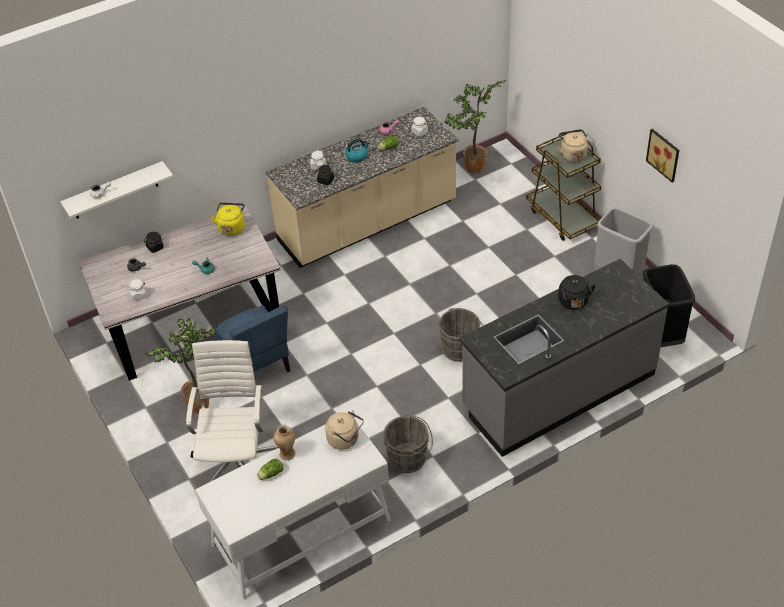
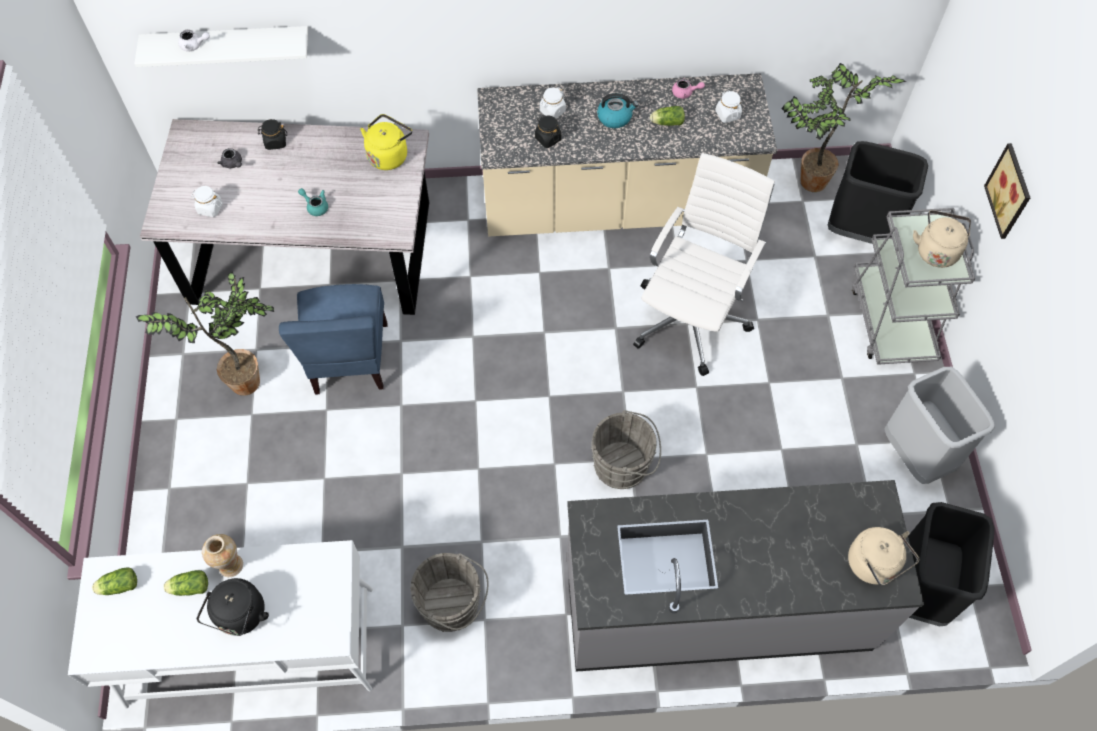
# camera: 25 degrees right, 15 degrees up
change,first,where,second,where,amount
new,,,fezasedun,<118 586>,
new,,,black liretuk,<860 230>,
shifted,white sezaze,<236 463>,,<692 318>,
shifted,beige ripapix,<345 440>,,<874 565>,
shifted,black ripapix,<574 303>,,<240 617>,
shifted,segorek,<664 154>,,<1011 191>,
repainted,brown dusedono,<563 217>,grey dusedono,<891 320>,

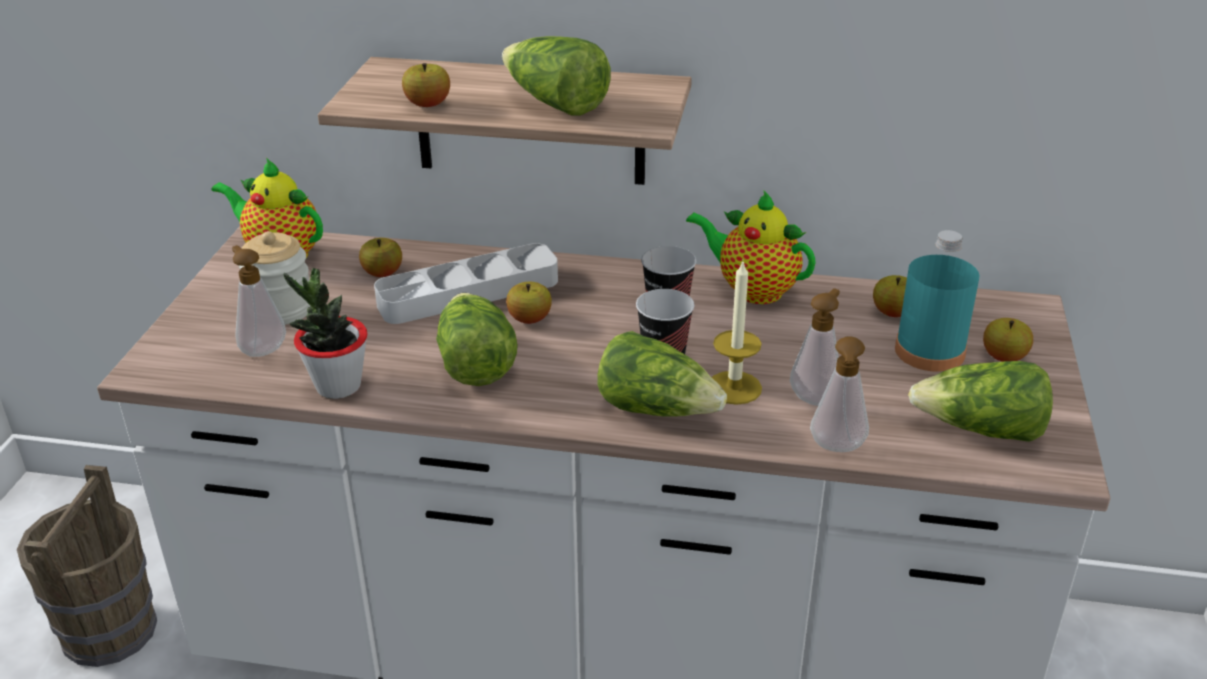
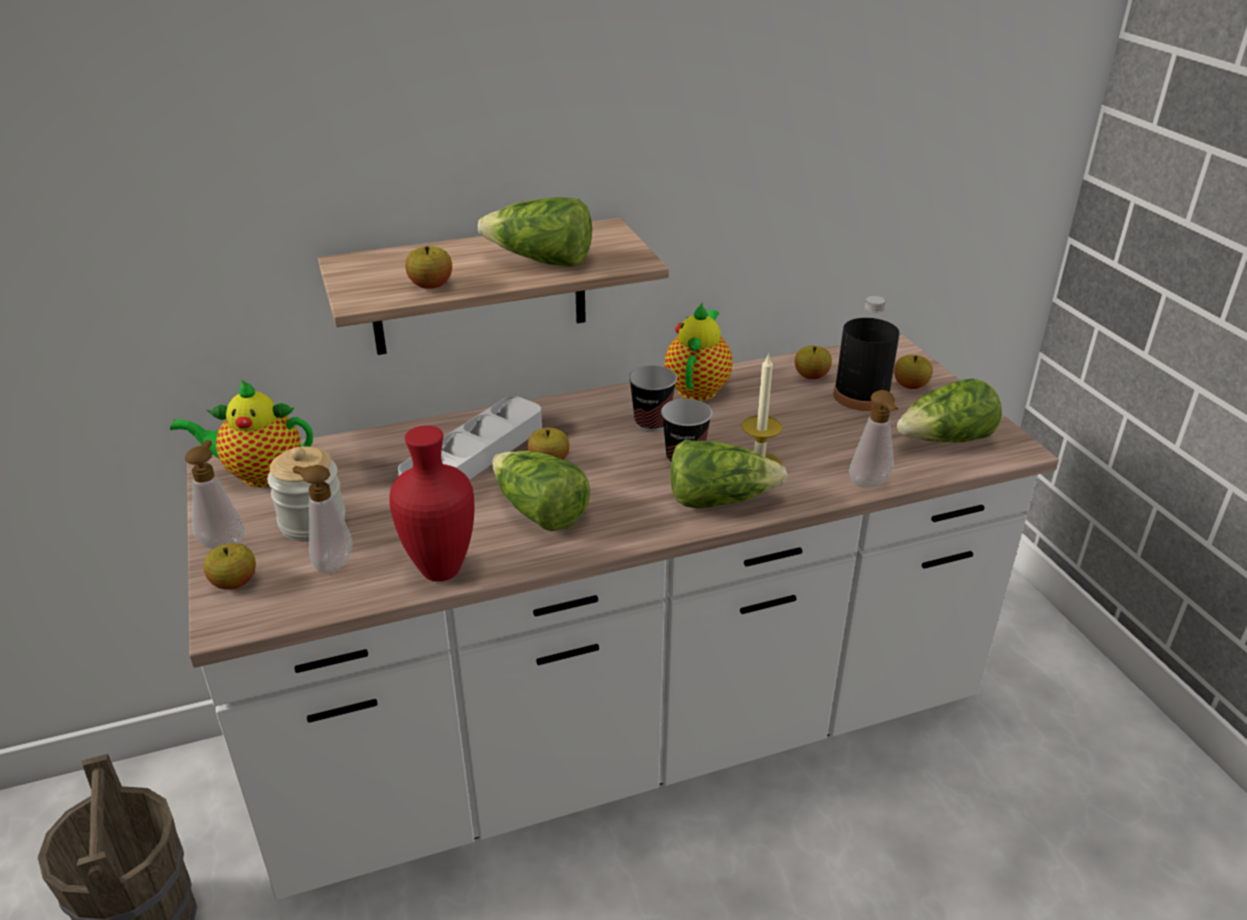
# camera: 30 degrees left, 0 degrees up
change,first,where,second,where,amount
shifted,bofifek,<382 273>,,<234 583>,
shifted,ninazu,<815 397>,,<224 542>,
swapped,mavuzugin,<338 386>,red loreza,<438 571>,
repainted,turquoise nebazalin,<929 351>,black nebazalin,<861 396>,
rotated,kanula,<752 290>,,<698 388>,105 degrees clockwise

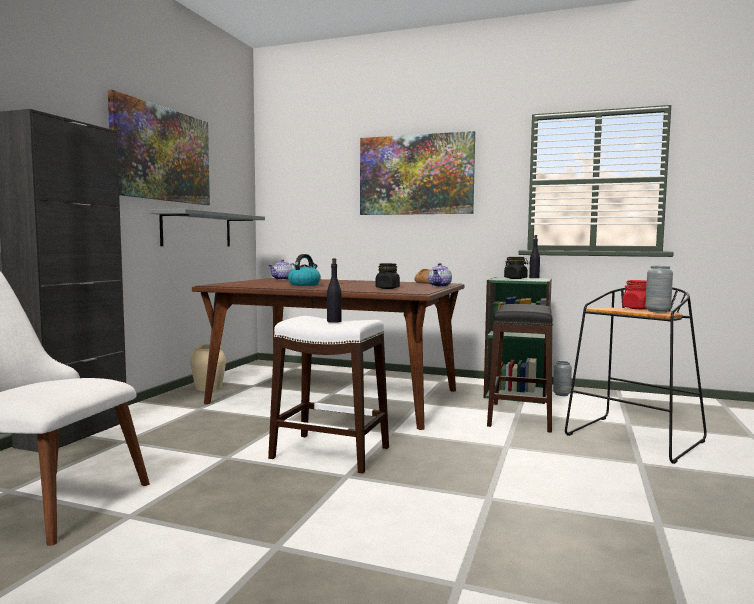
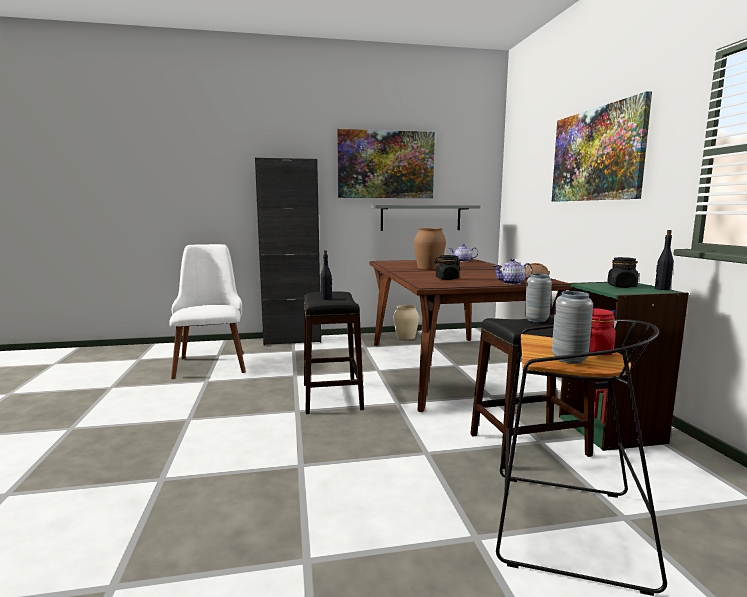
# camera: 60 degrees right, 5 degrees up
change,first,where,second,where,amount
shifted,grey loreza,<561 394>,,<536 320>,
swapped,ripapix,<304 284>,brown loreza,<429 267>,
repainted,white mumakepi,<330 453>,black mumakepi,<331 396>,

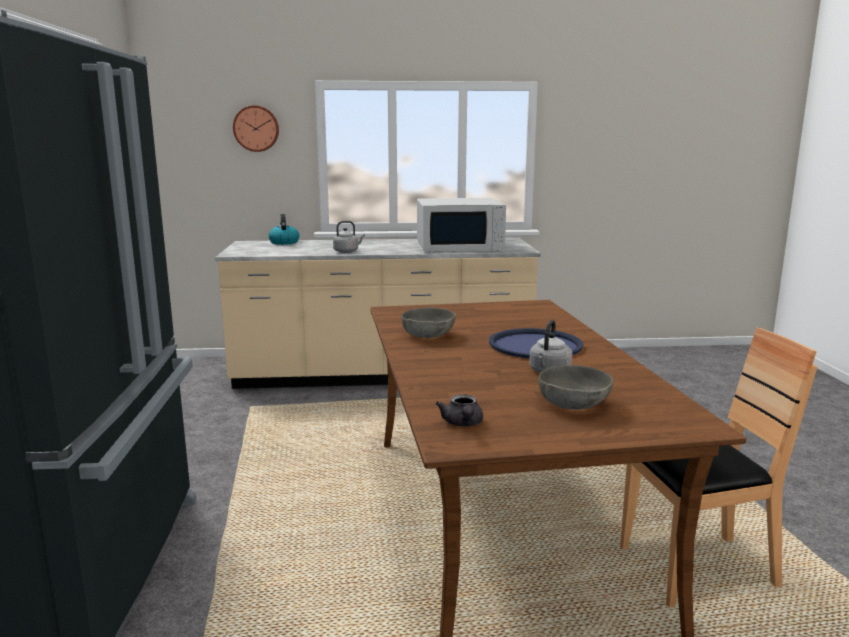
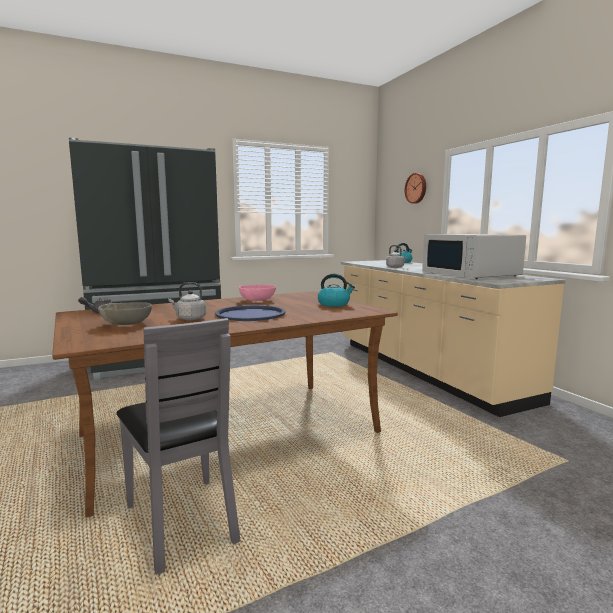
# camera: 70 degrees right, 5 degrees down
change,first,where,second,where,amount
new,,,ripapix,<334 304>,
repainted,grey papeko,<429 335>,pink papeko,<257 300>,
repainted,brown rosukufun,<696 569>,grey rosukufun,<182 521>,

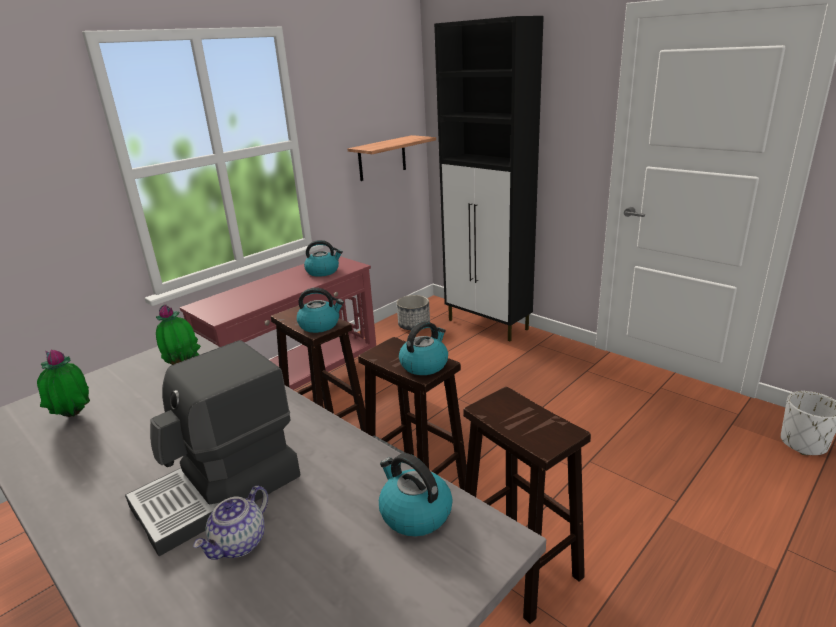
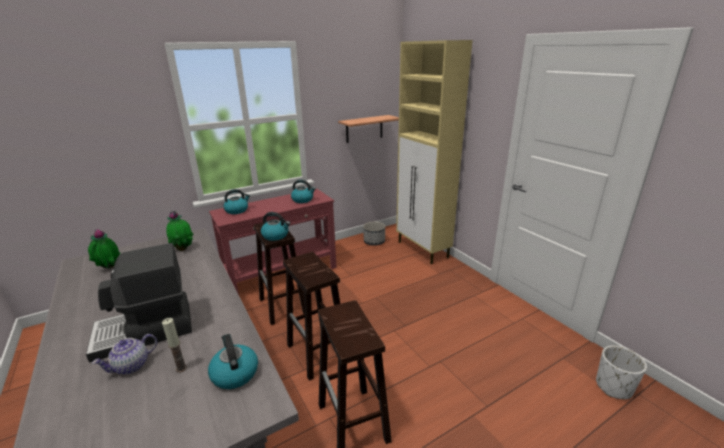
# camera: 15 degrees right, 0 degrees up
change,first,where,second,where,amount
new,,,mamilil,<181 368>,
shifted,ripapix,<424 364>,,<237 210>,
repainted,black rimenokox,<488 325>,beige rimenokox,<423 250>,

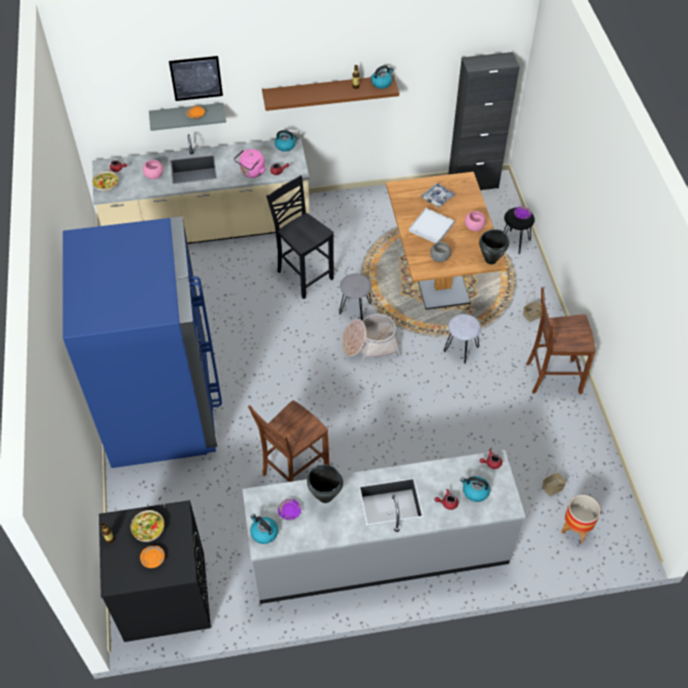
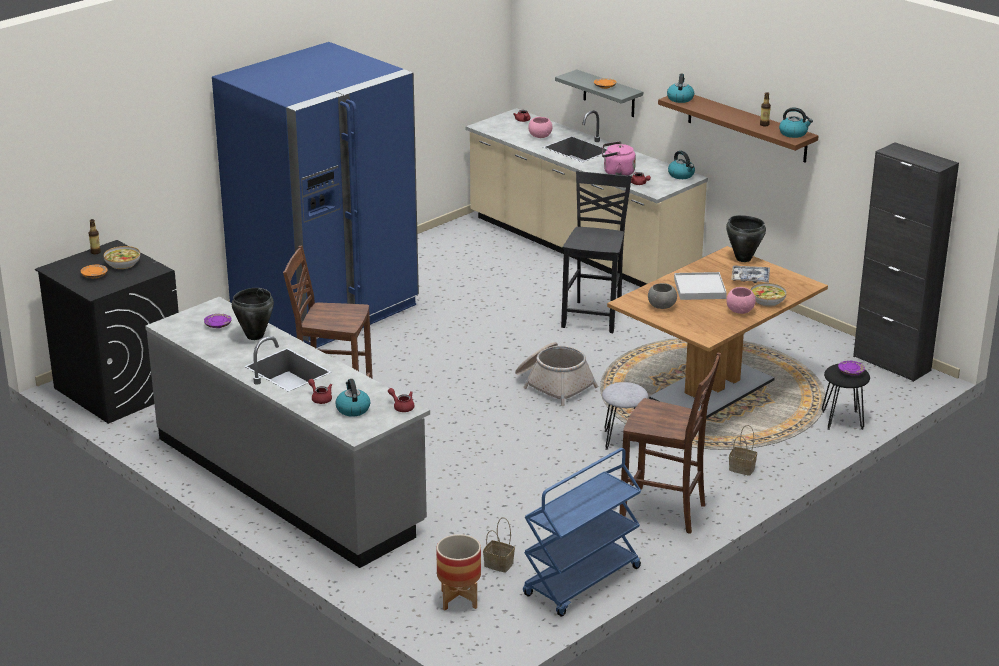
# camera: 55 degrees right, 25 degrees down
change,first,where,second,where,amount
gone,segorek,<196 78>,,,
gone,grey mumakepi,<355 308>,,,
new,,,blue dusedono,<582 582>,
shifted,papeko,<106 185>,,<767 300>,
shifted,ripapix,<264 533>,,<680 98>,
shifted,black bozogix,<490 260>,,<743 258>,
rotated,brown rosukufun,<551 377>,,<665 512>,150 degrees clockwise

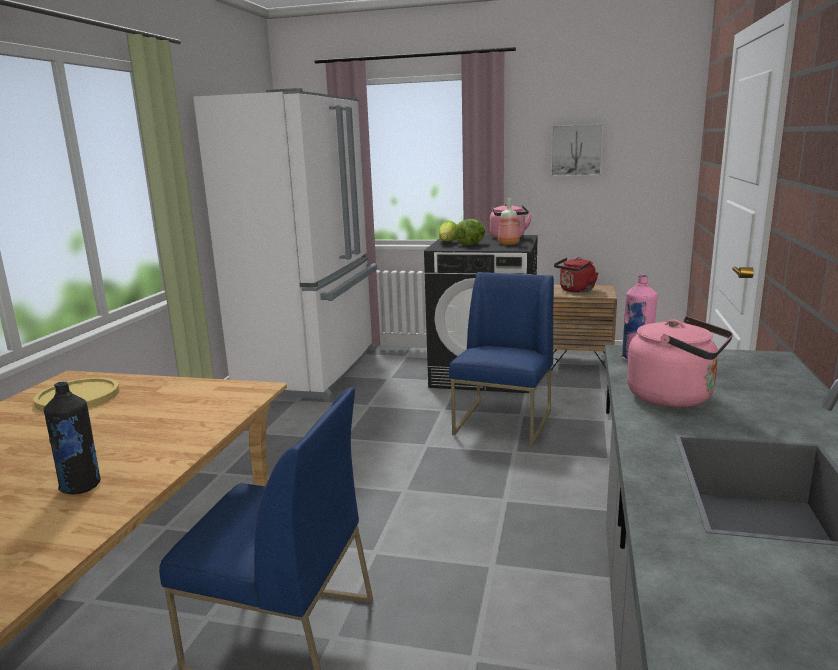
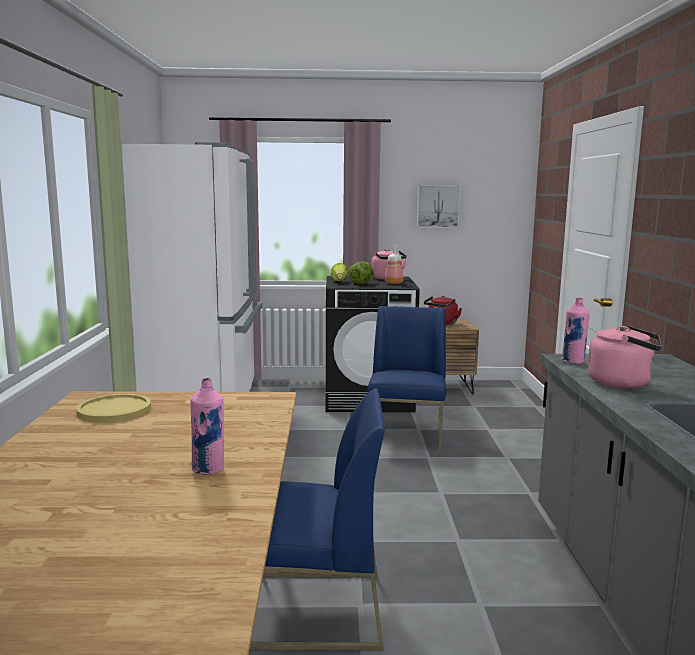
# camera: 15 degrees left, 5 degrees down
change,first,where,second,where,amount
repainted,black nebazalin,<81 486>,pink nebazalin,<208 470>,

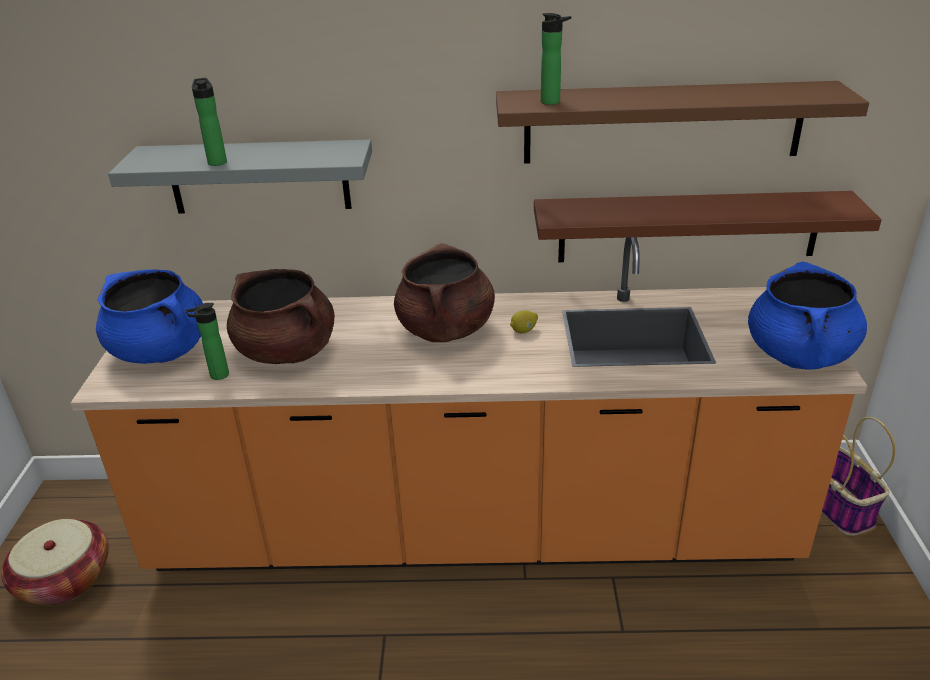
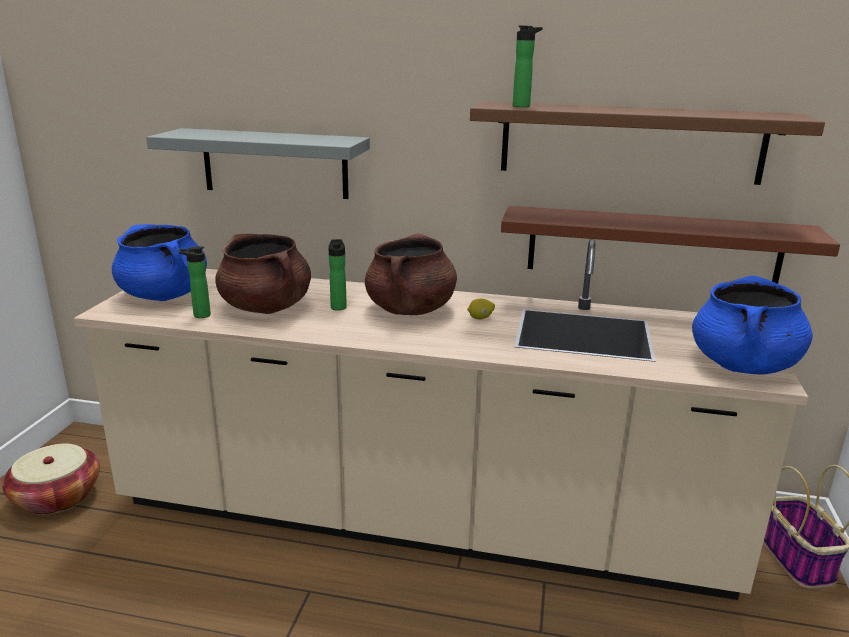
# camera: 10 degrees right, 10 degrees down
change,first,where,second,where,amount
shifted,nebazalin,<217 161>,,<338 306>,
repainted,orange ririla,<472 531>,beige ririla,<420 519>,

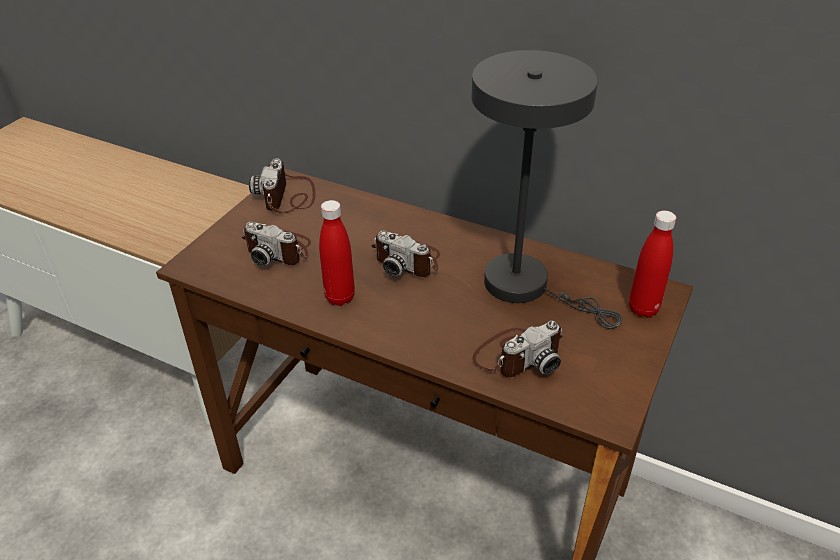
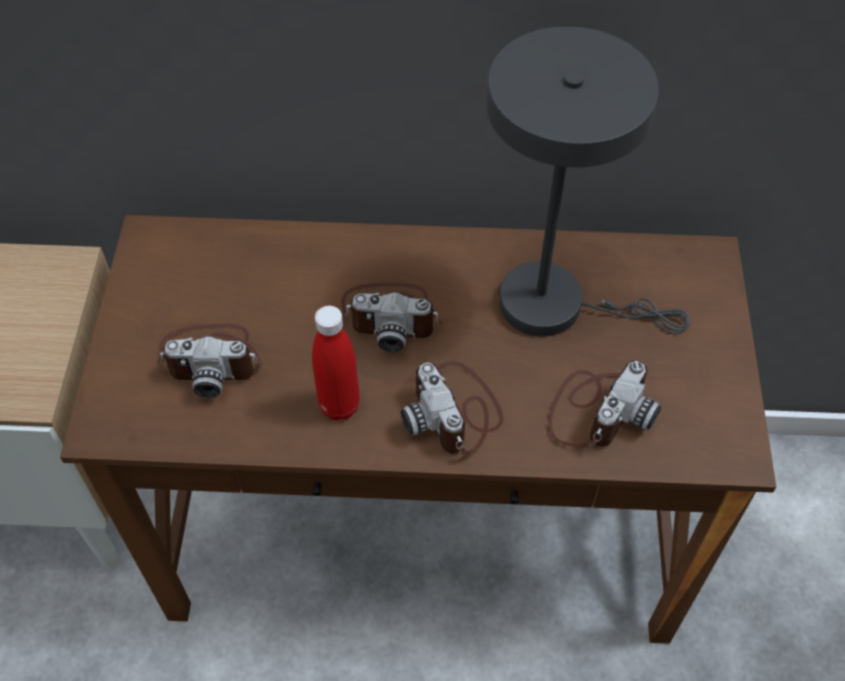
# camera: 25 degrees left, 15 degrees up
change,first,where,second,where,amount
gone,red nebazalin,<643 309>,,,
shifted,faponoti,<288 197>,,<455 411>,

